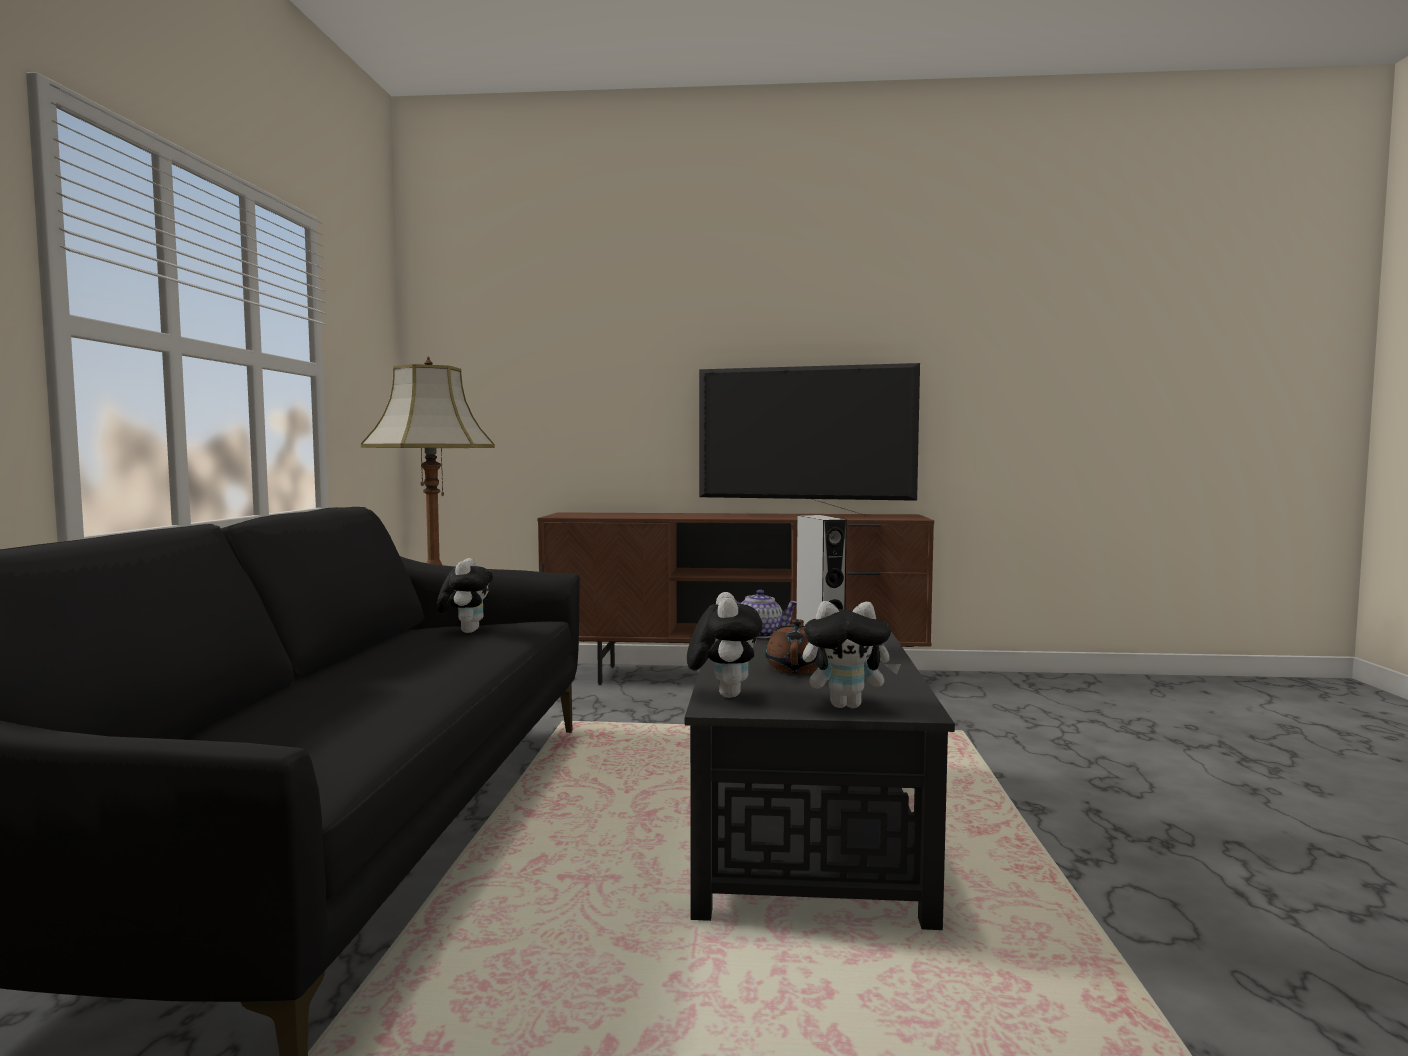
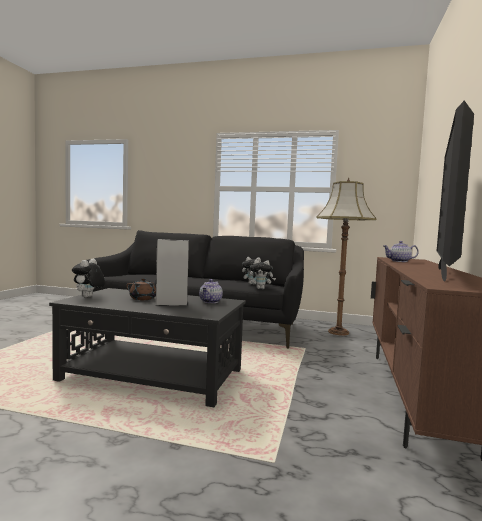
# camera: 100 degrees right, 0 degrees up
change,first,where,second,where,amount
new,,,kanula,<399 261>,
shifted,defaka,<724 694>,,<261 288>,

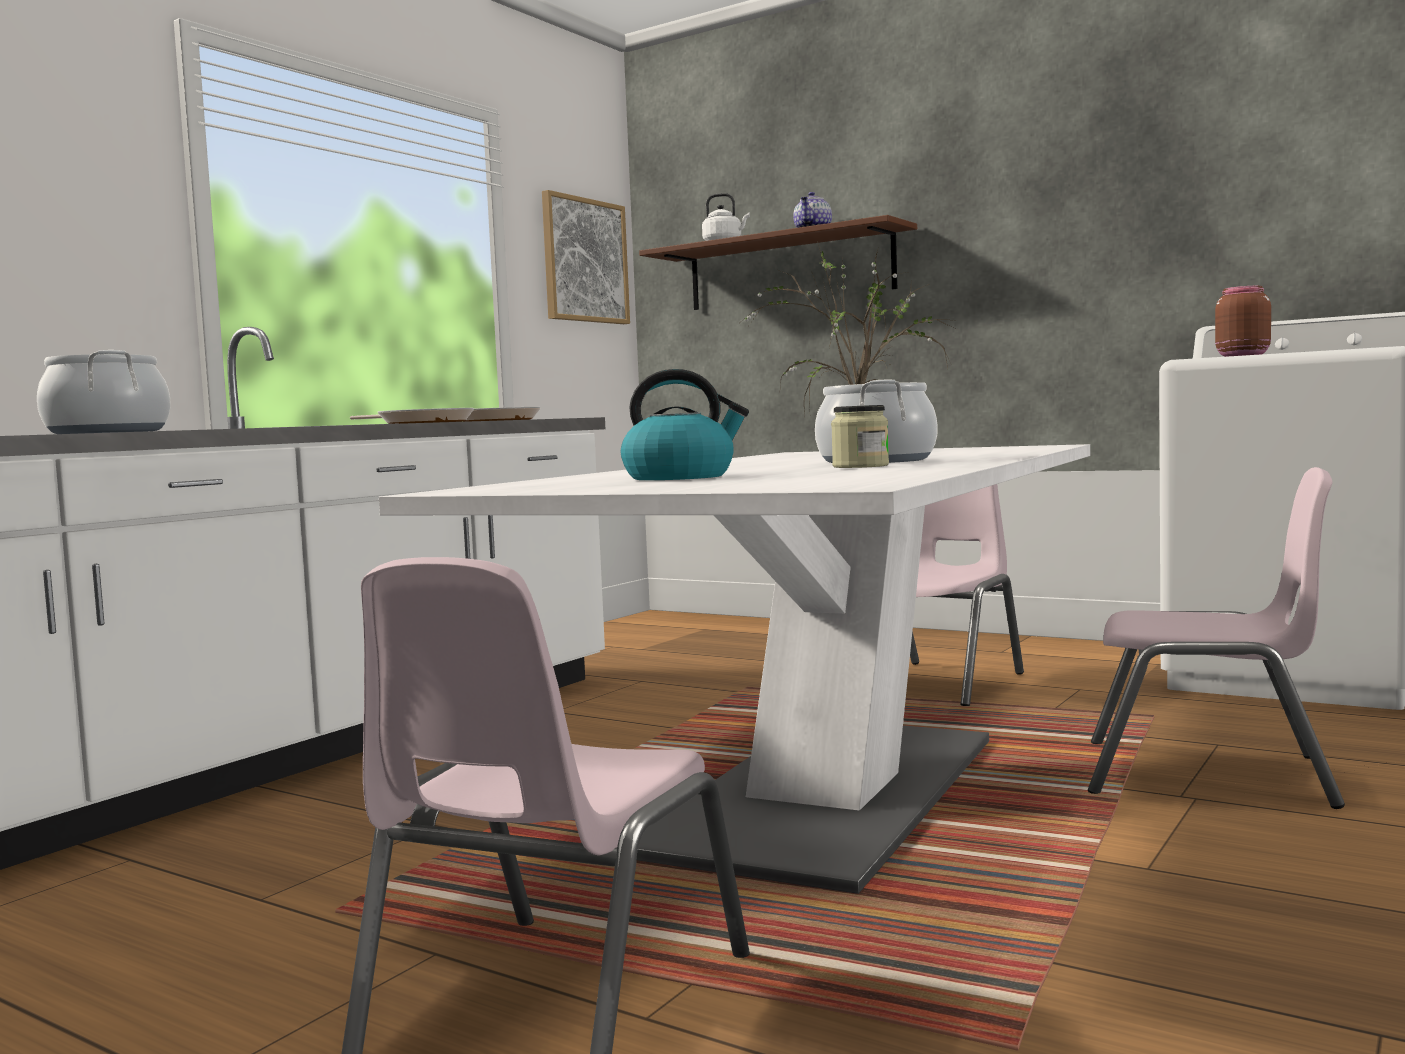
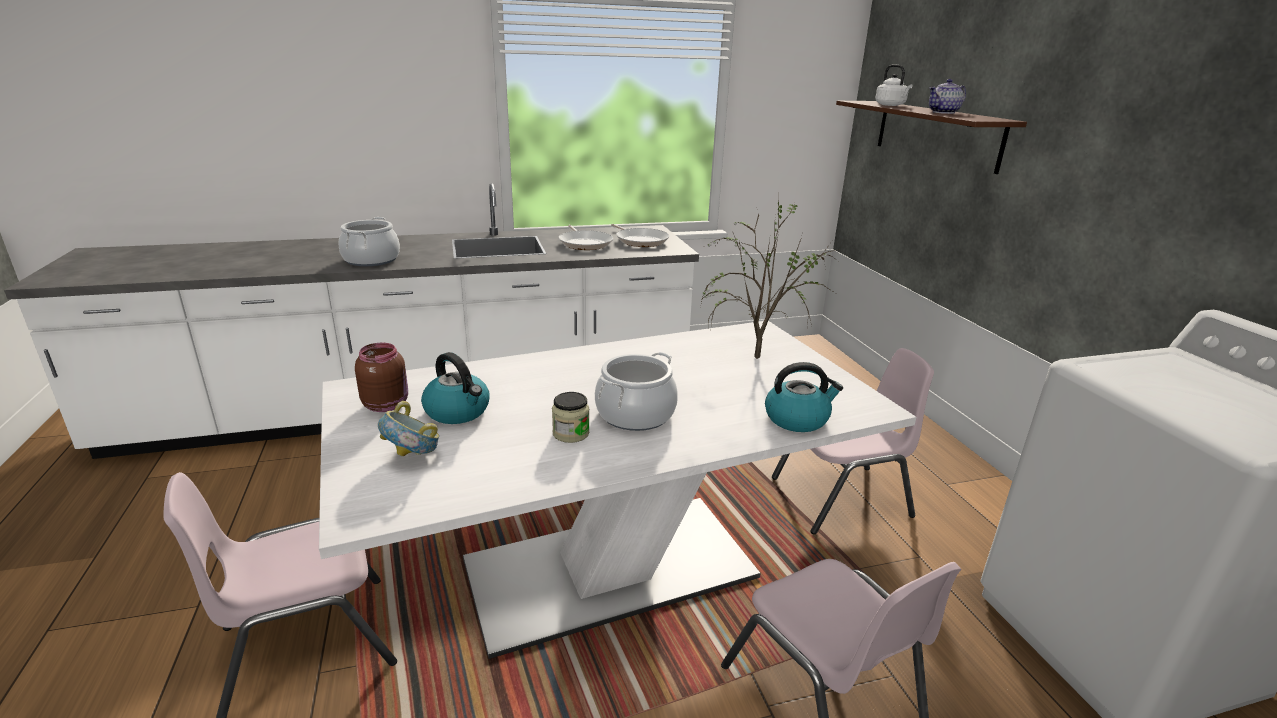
# camera: 40 degrees right, 20 degrees up
change,first,where,second,where,amount
gone,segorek,<584 260>,,,
new,,,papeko,<413 456>,
new,,,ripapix,<797 419>,
shifted,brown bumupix,<1241 356>,,<387 404>,

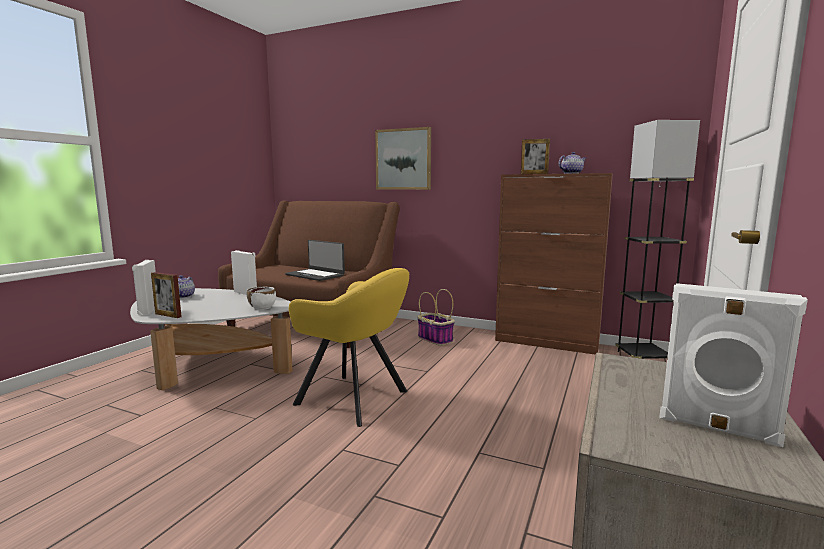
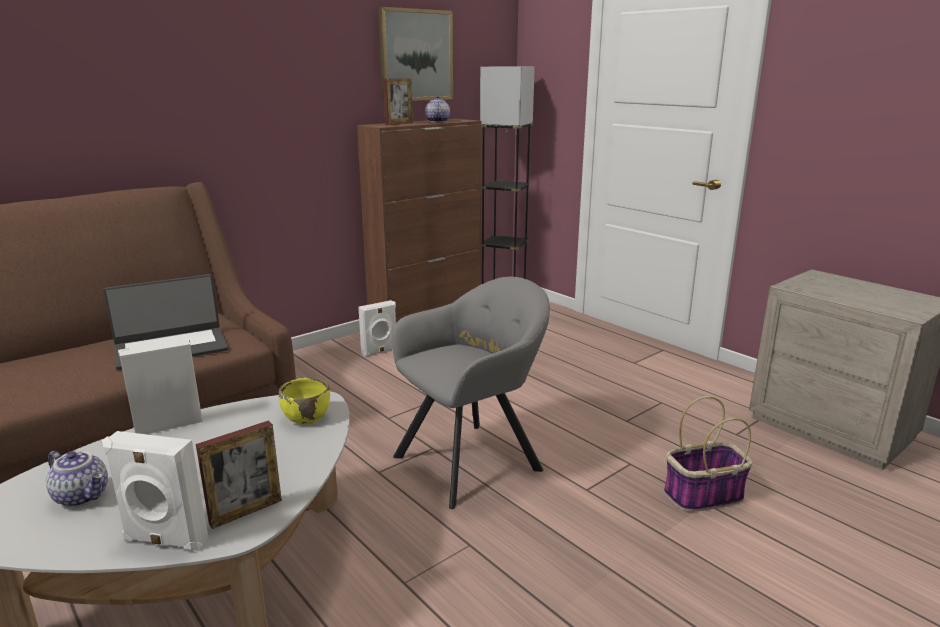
# camera: 65 degrees left, 10 degrees up
change,first,where,second,where,amount
shifted,segorek,<403 159>,,<415 55>,
shifted,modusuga,<434 339>,,<703 496>,
shifted,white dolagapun,<717 428>,,<380 351>,
repainted,white papeko,<262 307>,yellow papeko,<307 417>,
repainted,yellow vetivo,<355 399>,grey vetivo,<473 460>,

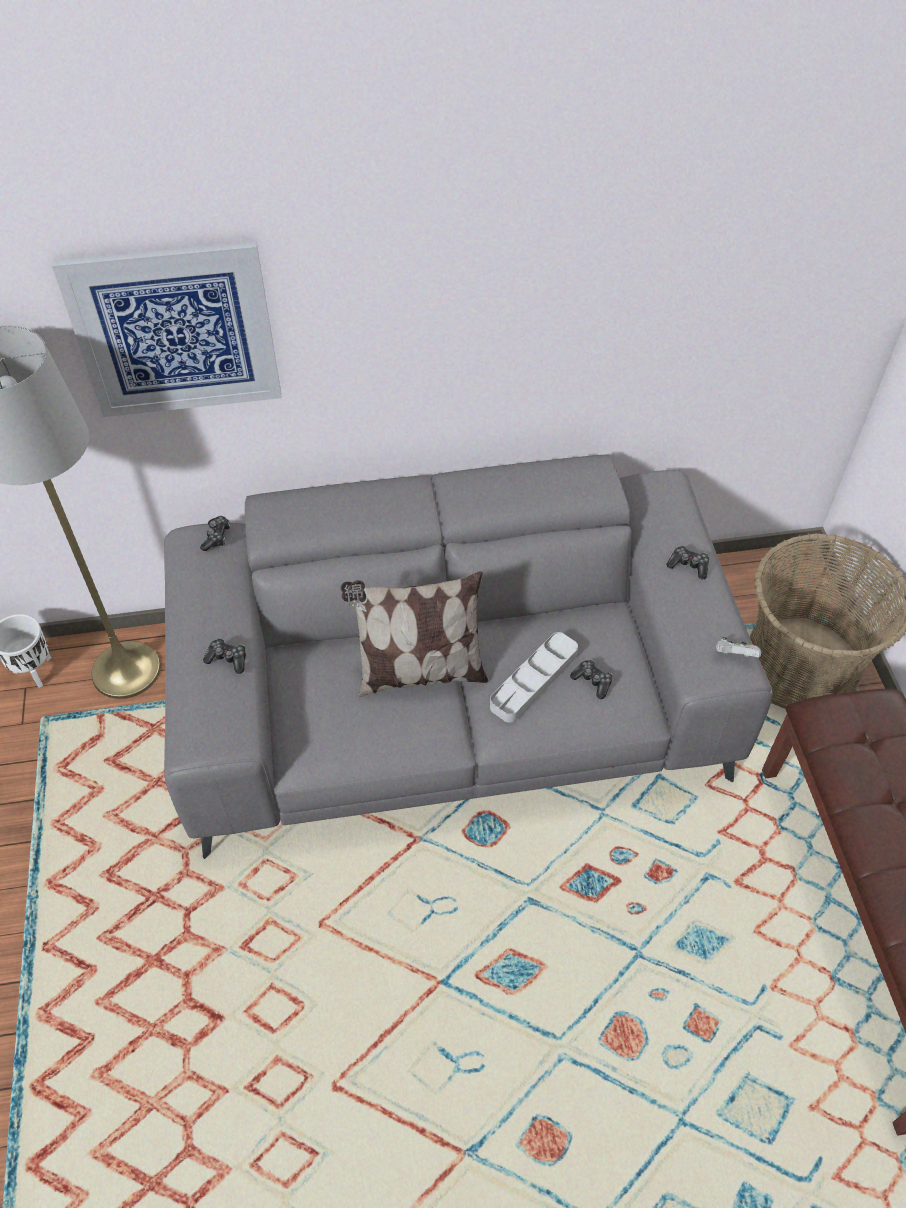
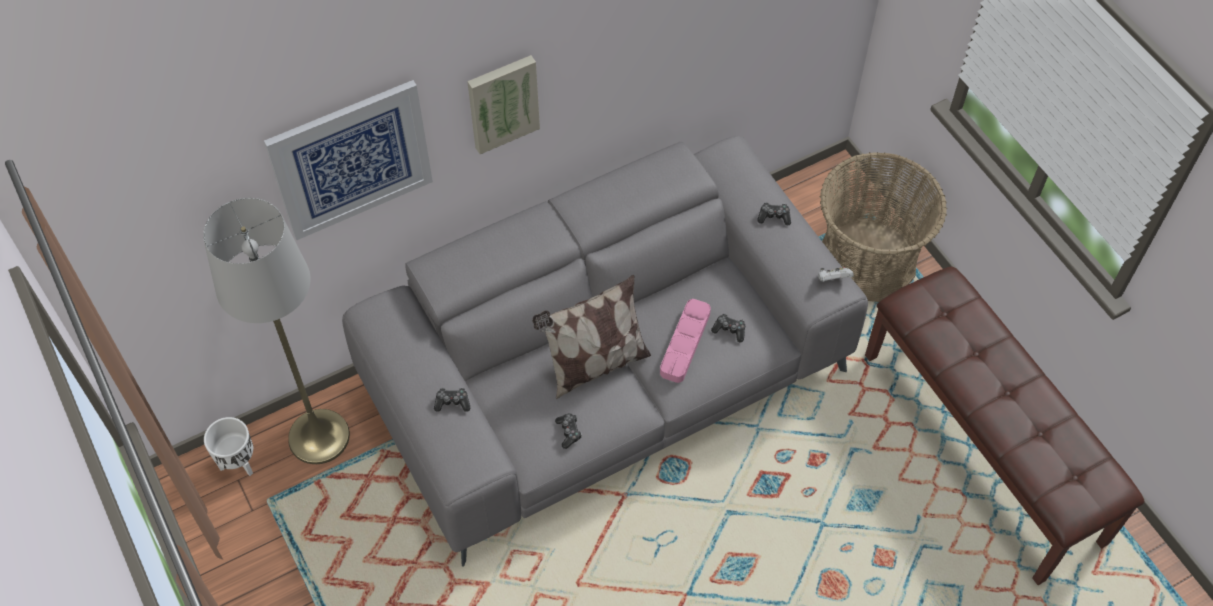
# camera: 20 degrees left, 5 degrees up
change,first,where,second,where,amount
new,,,segorek,<502 102>,
shifted,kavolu,<217 537>,,<569 432>,
repainted,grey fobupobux,<534 680>,pink fobupobux,<685 343>,

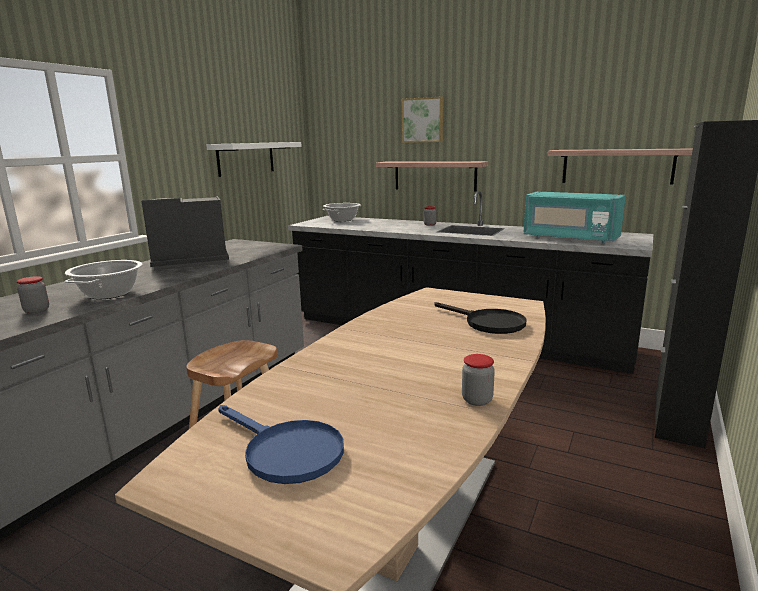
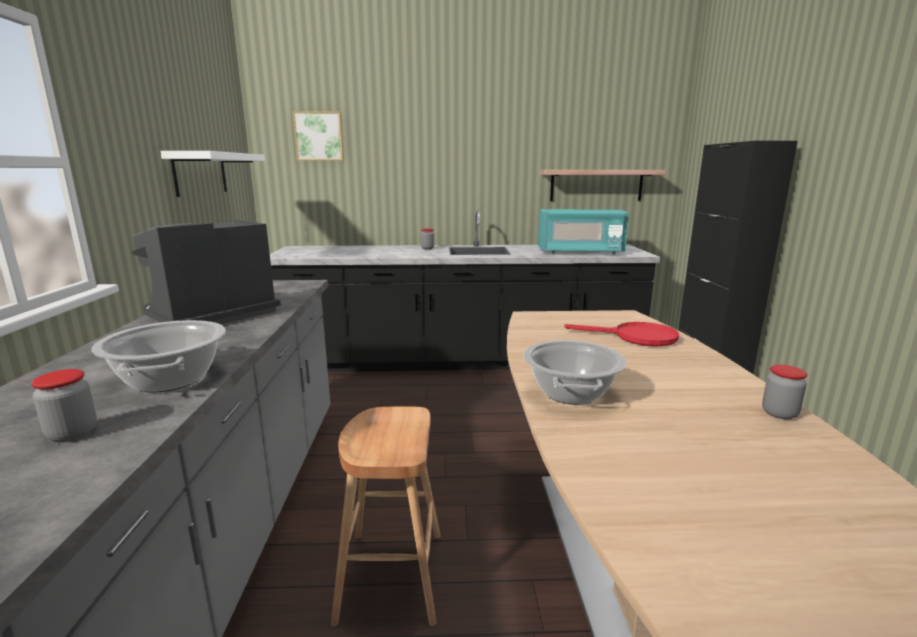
# camera: 30 degrees left, 0 degrees up
change,first,where,second,where,amount
gone,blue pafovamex,<285 451>,,,
gone,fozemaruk,<435 175>,,,
shifted,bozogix,<342 220>,,<570 392>,
shifted,segorek,<423 120>,,<319 136>,
repainted,black pafovamex,<487 323>,red pafovamex,<636 337>,

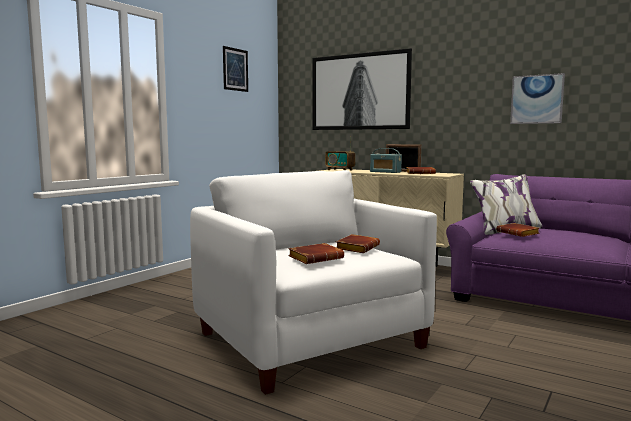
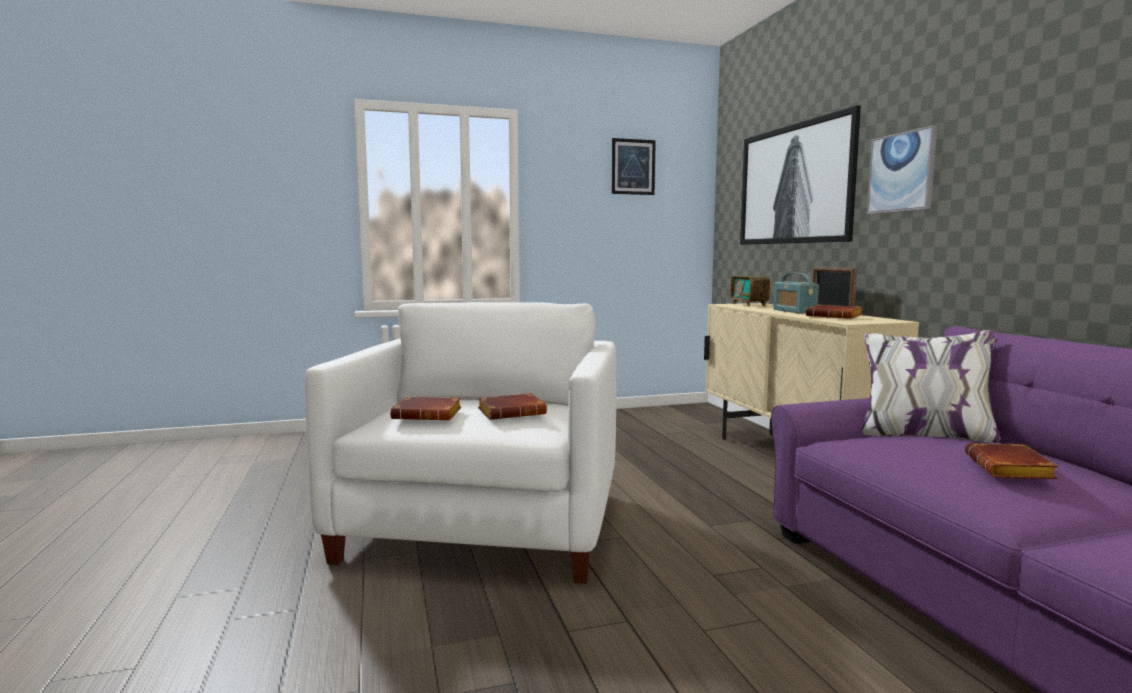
# camera: 40 degrees right, 0 degrees up
change,first,where,second,where,amount
shifted,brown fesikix,<519 233>,,<1011 469>,
shifted,segorek,<537 99>,,<902 172>,

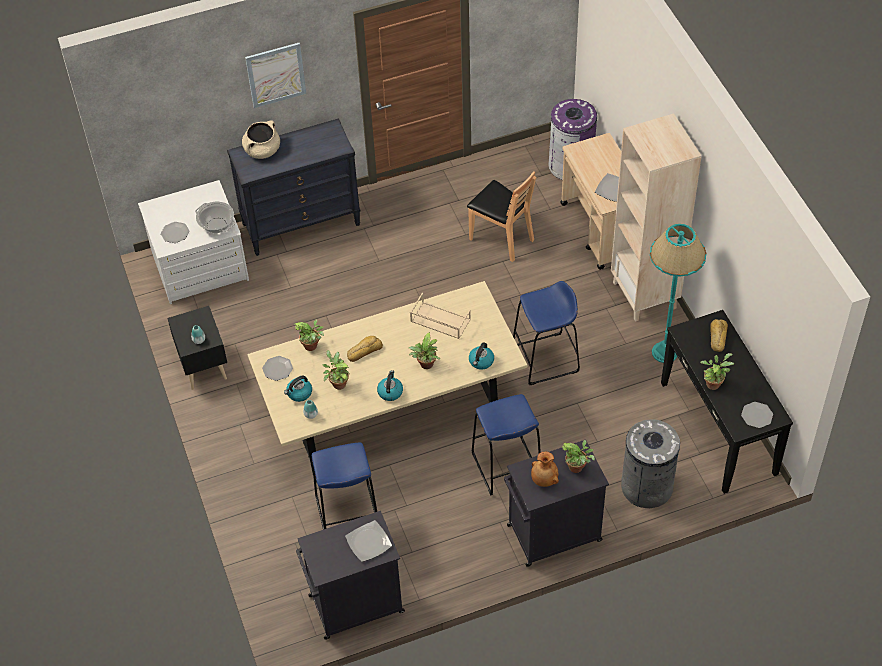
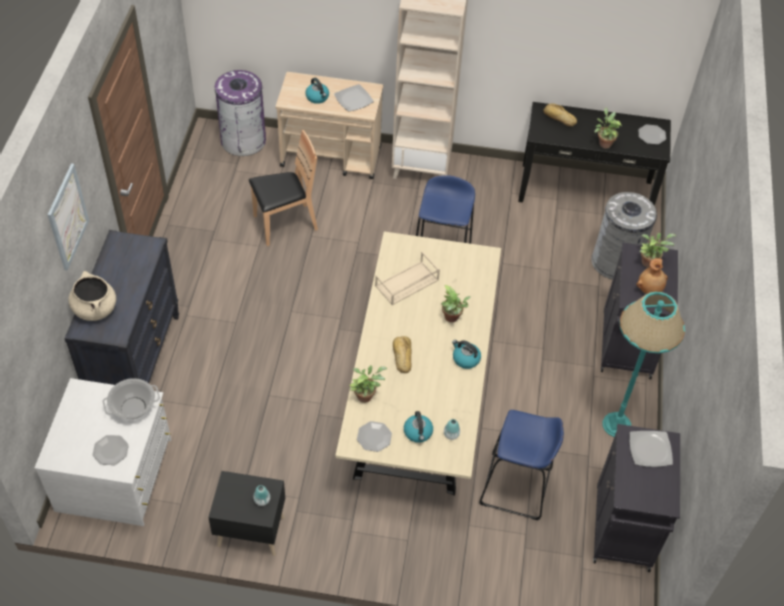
# camera: 65 degrees left, 0 degrees up
change,first,where,second,where,amount
gone,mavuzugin,<338 383>,,,
gone,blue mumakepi,<506 466>,,,
shifted,ripapix,<481 361>,,<317 97>,
shifted,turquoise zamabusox,<664 352>,,<616 425>,

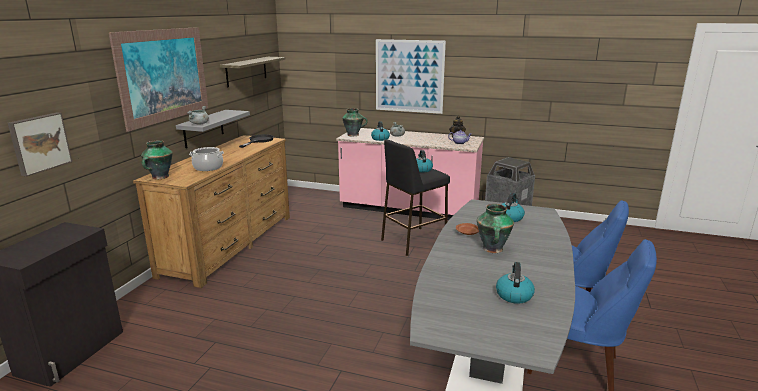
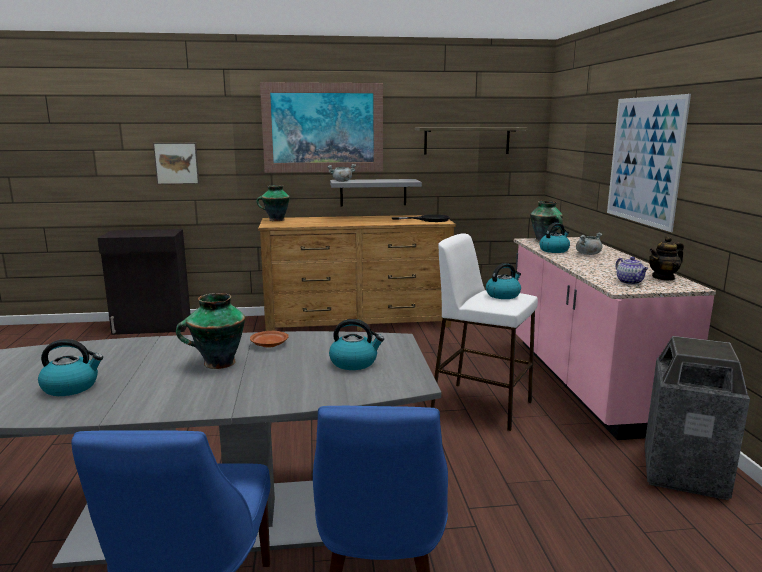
# camera: 65 degrees right, 5 degrees down
change,first,where,second,where,amount
gone,bozogix,<208 167>,,,
repainted,black mumakepi,<413 241>,white mumakepi,<480 405>,

